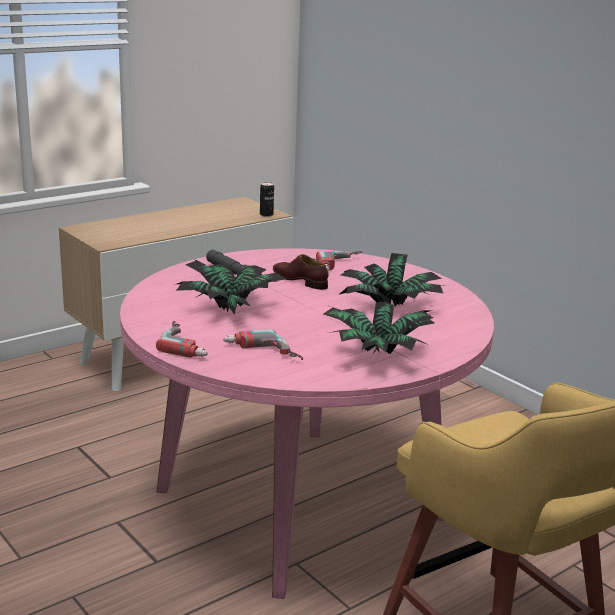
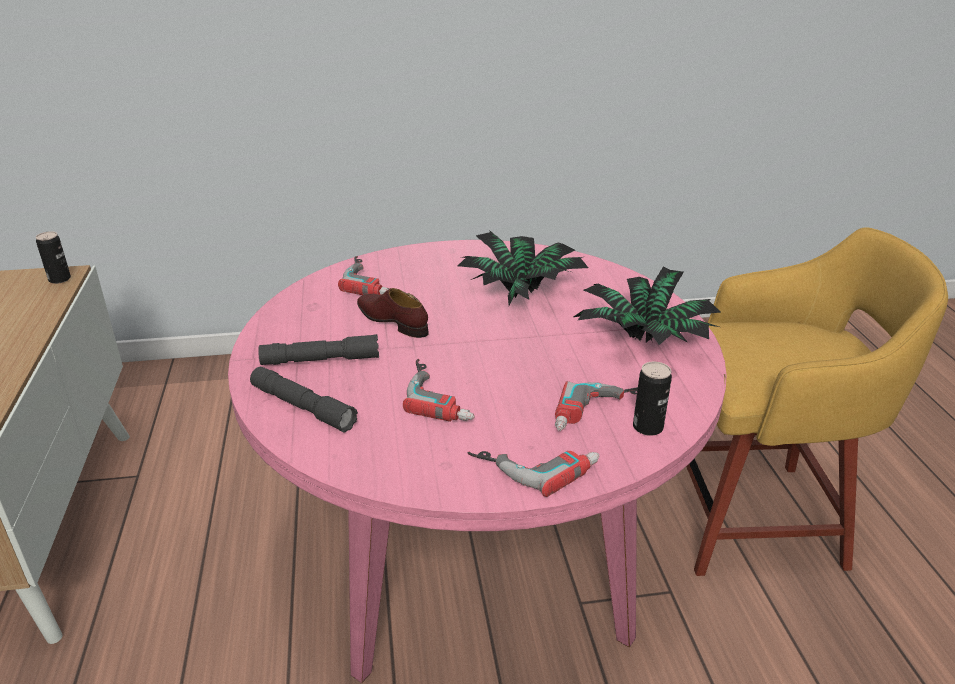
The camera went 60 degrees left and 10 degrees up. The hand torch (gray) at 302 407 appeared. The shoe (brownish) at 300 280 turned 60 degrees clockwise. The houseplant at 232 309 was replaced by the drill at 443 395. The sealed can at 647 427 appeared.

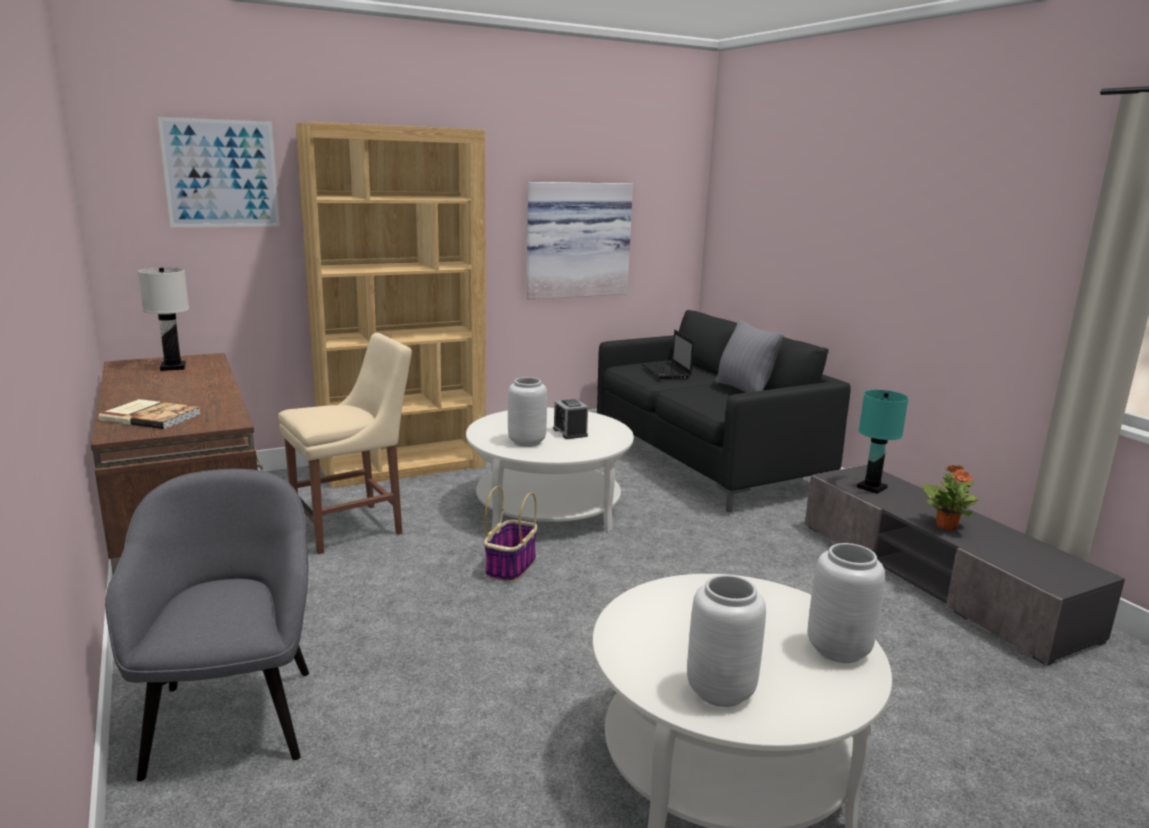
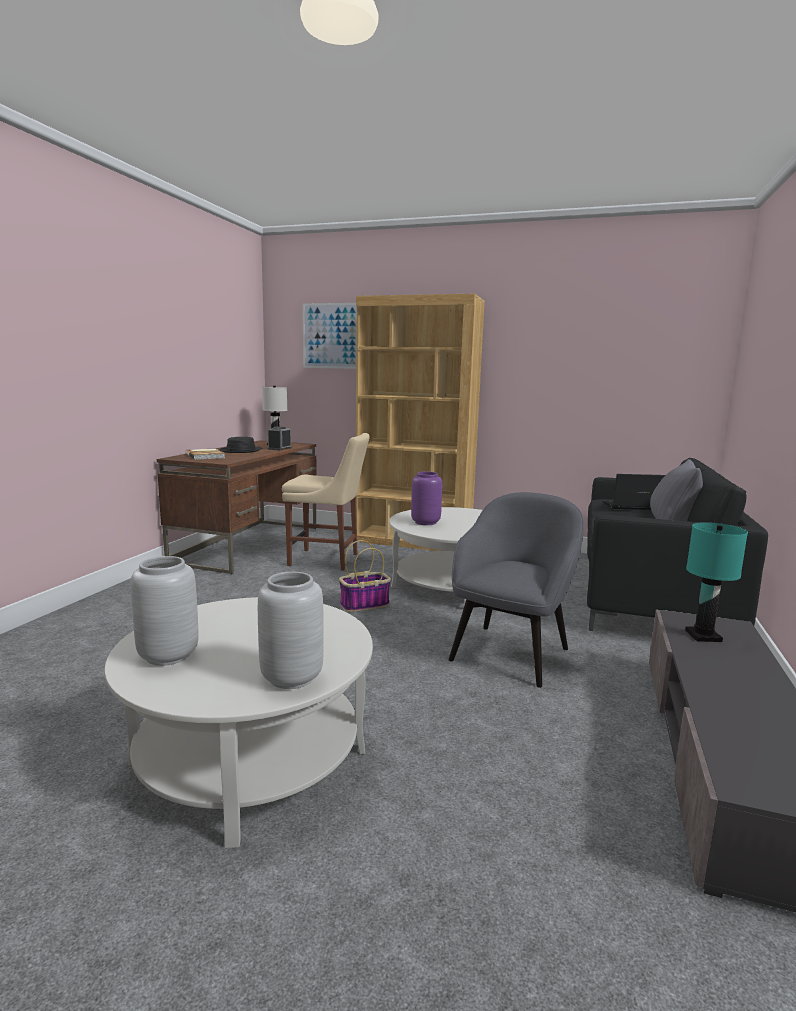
The camera went 45 degrees right and 5 degrees down. The wearable hat (blackish) at 241 450 appeared. The bedside clock moved from 570 432 to 279 448. The decorative vase (gray) at 526 442 became the decorative vase (purplish) at 425 522. The easy chair (gray) moved from 232 717 to 511 653. The portable computer at 667 372 turned 60 degrees clockwise. The wall picture at 577 240 disappeared. The houseplant at 946 526 disappeared.

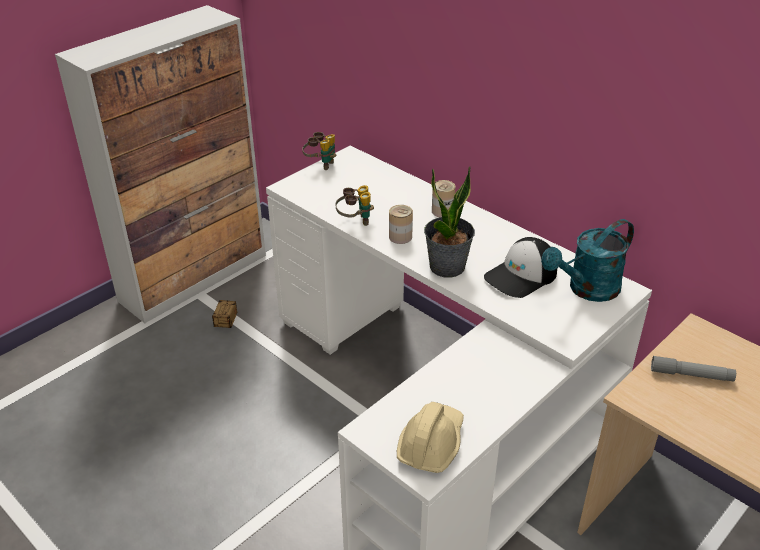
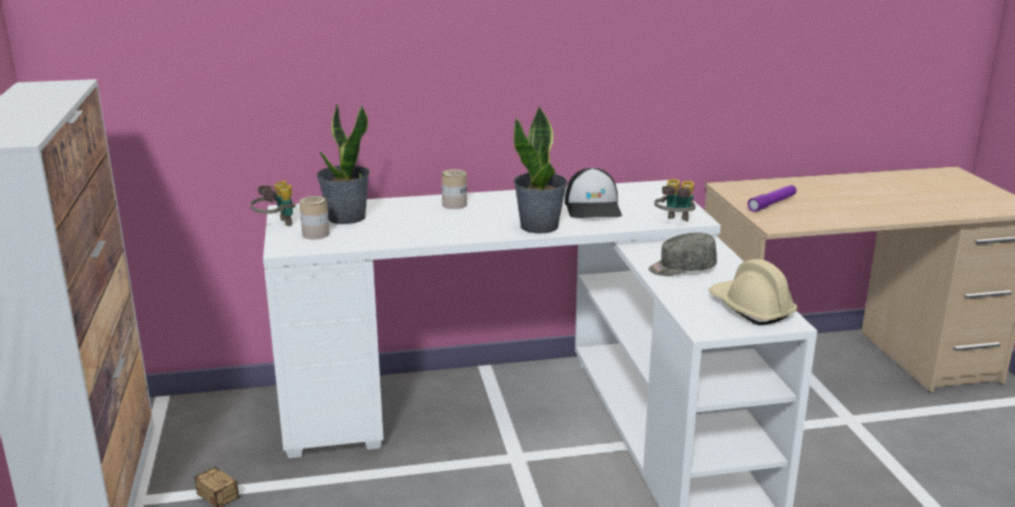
The camera went 55 degrees left and 15 degrees down. The sealed can moved from 400 237 to 315 234. The houseplant at 346 217 appeared. The cap (gray) at 681 268 appeared. The pair of binoculars moved from 355 221 to 675 223. The hand torch (gray) at 691 375 became the hand torch (purplish) at 772 203. The sprinkling can (turquoise) at 587 290 disappeared.

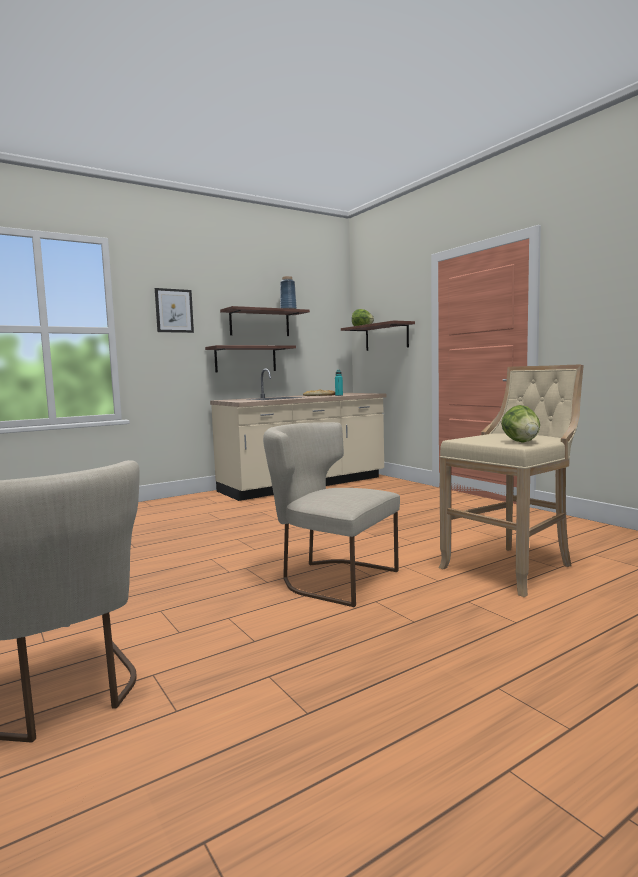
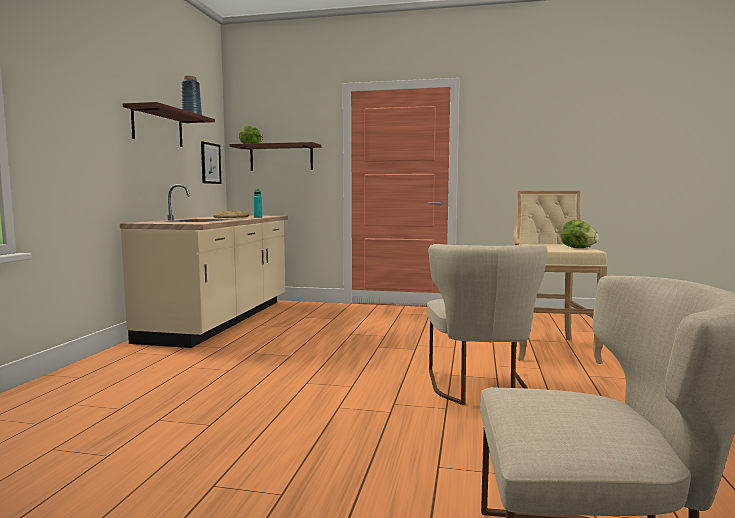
The camera went 45 degrees left and 0 degrees up. The wall picture moved from 174 310 to 210 163. The upright chair (beige-coloured) at 331 578 turned 75 degrees counterclockwise. The wall shelf at 245 359 disappeared.

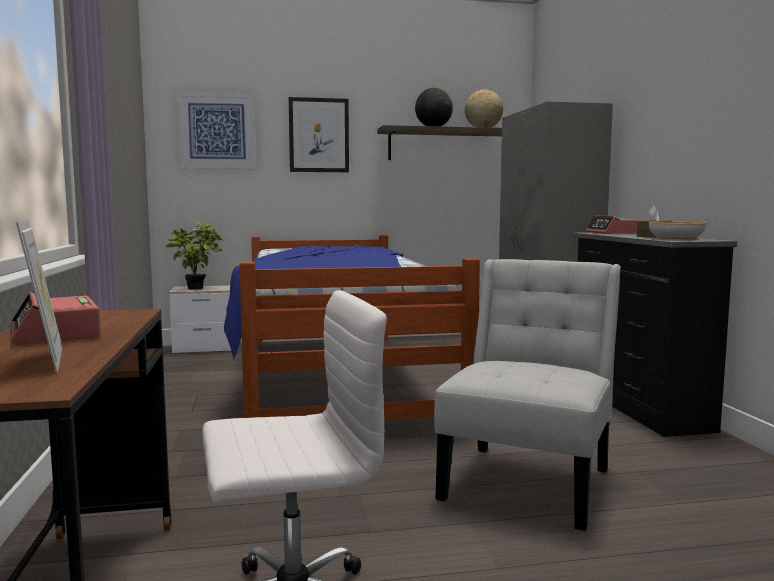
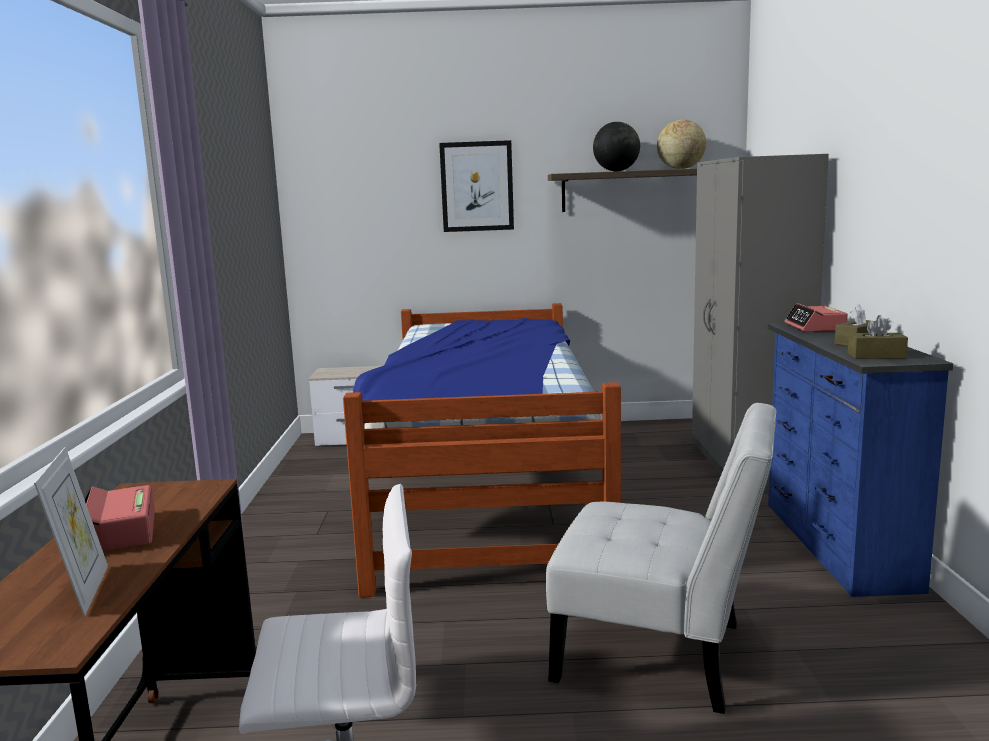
The camera went 10 degrees right and 5 degrees up. The upright chair (white) at 529 480 turned 75 degrees clockwise. The drawer chest (blackish) at 635 405 became the drawer chest (blue) at 835 544. The serving bowl at 676 239 was replaced by the box of tissues (brownish) at 876 356. The houseplant at 198 288 disappeared. The wall picture at 217 131 disappeared.

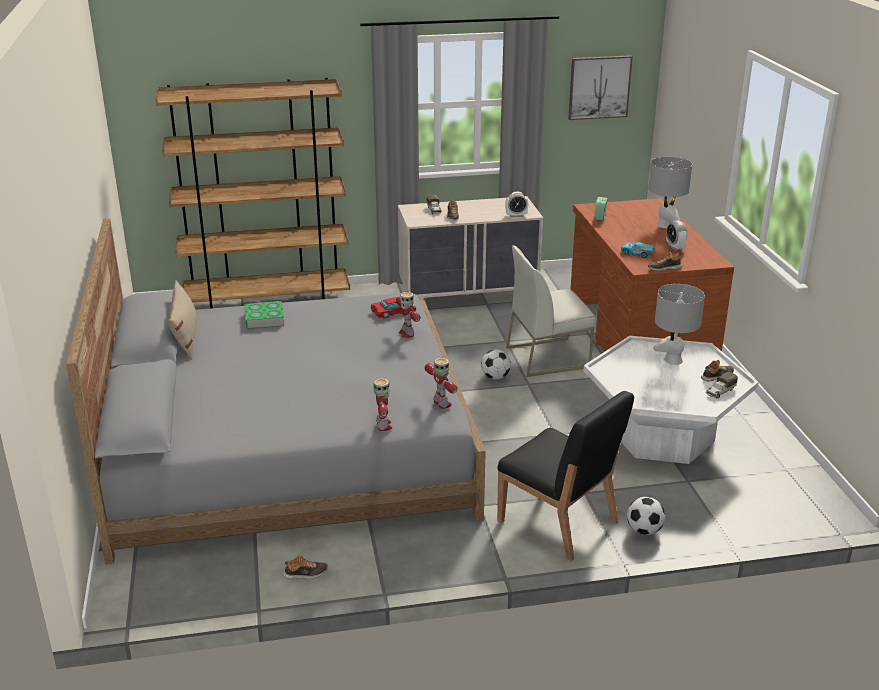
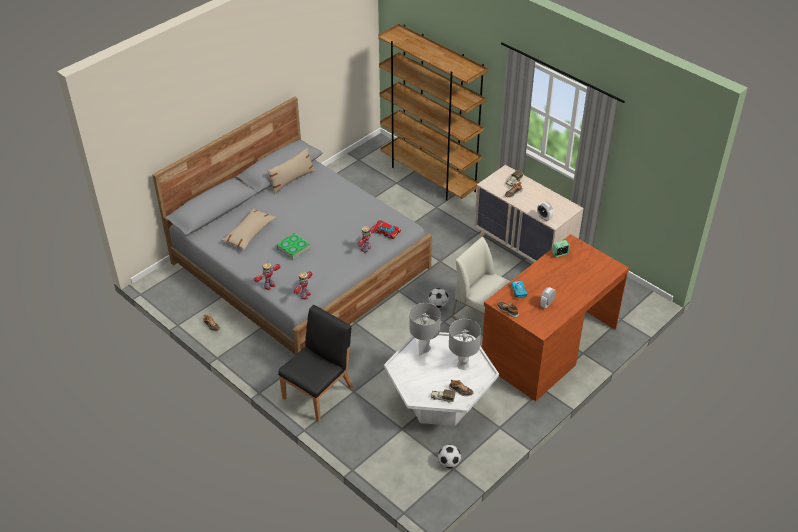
The camera went 55 degrees right and 15 degrees up. The pillow (beige-coloured) at 249 233 appeared. The book moved from 264 319 to 293 248. The upright chair (blackish) at 558 523 turned 150 degrees counterclockwise. The lamp for a table (gray) moved from 664 225 to 424 348. The football ball moved from 644 530 to 449 463. The wall picture at 599 87 disappeared.

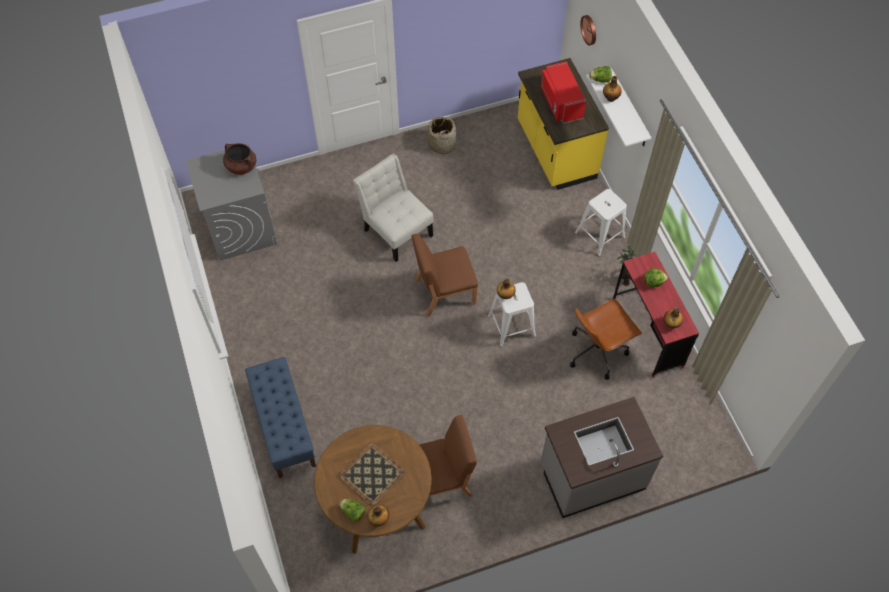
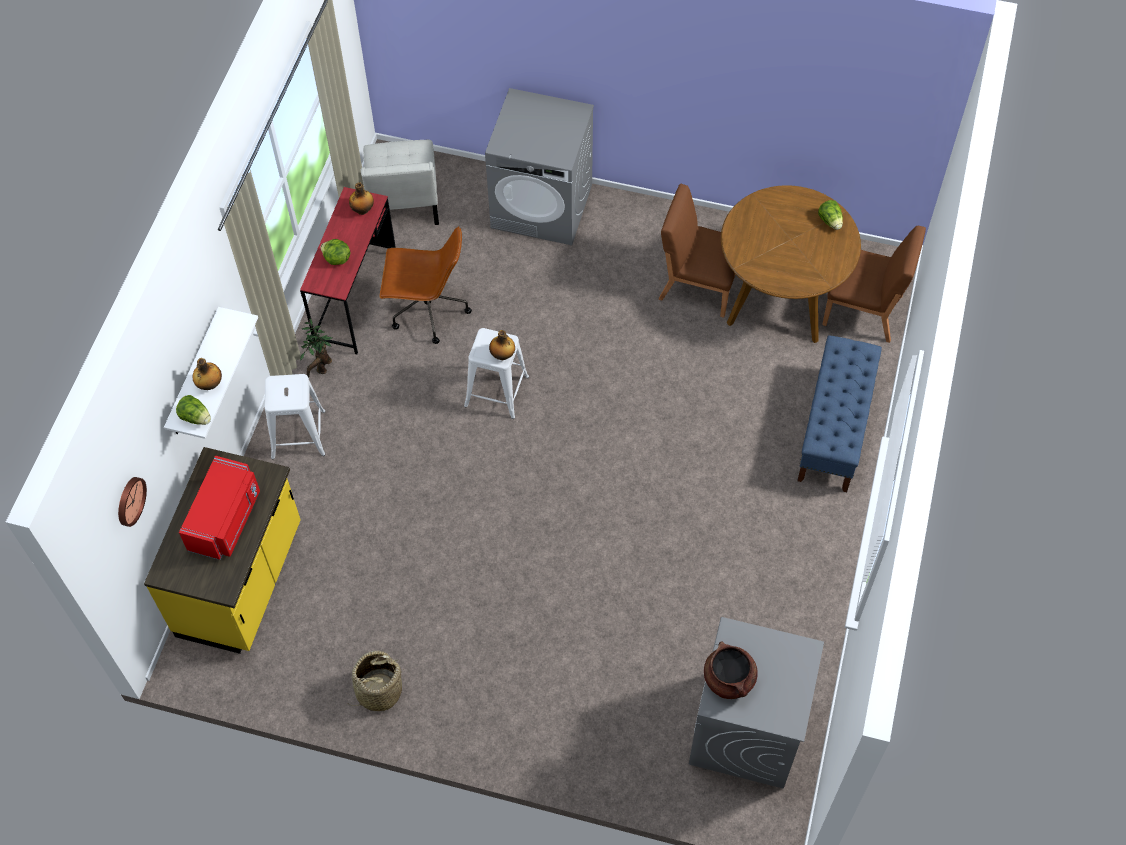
The camera went 145 degrees left and 0 degrees up. The upright chair (white) moved from 396 230 to 404 205. The kitchen base unit (gray) at 591 475 was replaced by the laundry machine (gray) at 542 206. The upright chair (brownish) moved from 444 292 to 863 310. The carrying tray at 371 475 disappeared. The bottle at 378 519 disappeared.

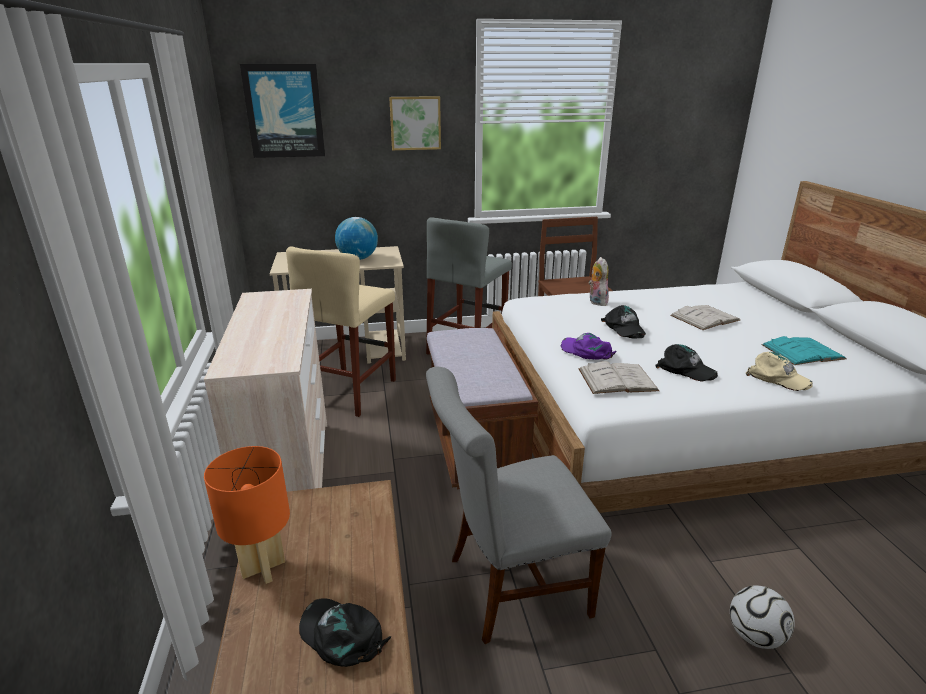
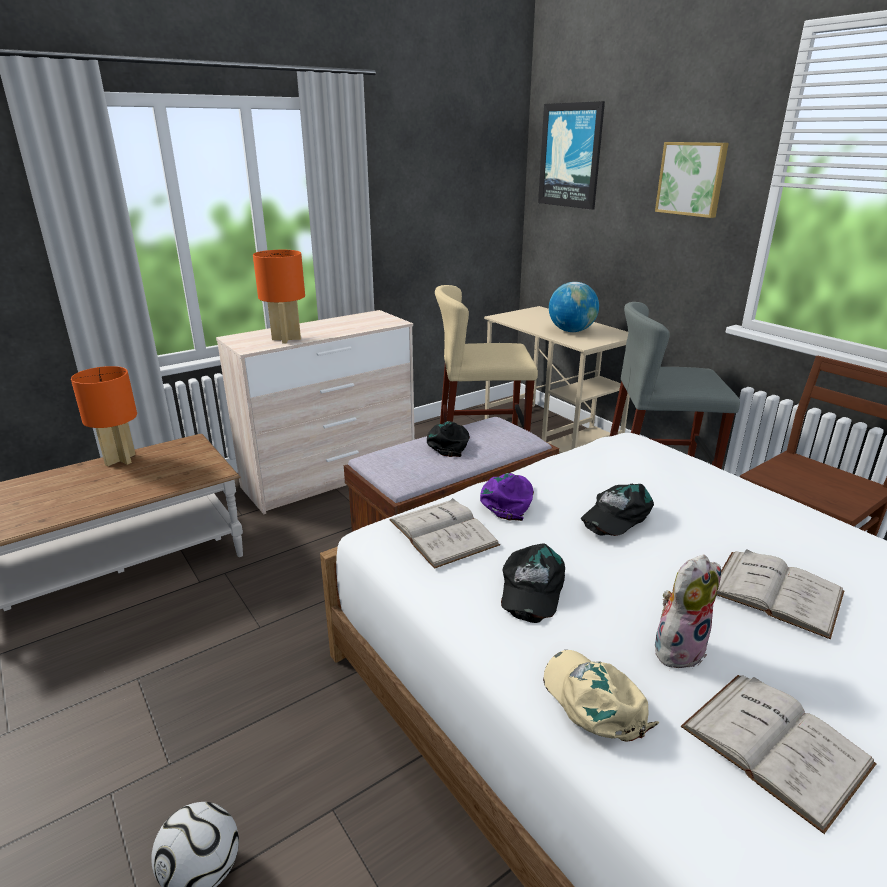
The camera went 65 degrees right and 0 degrees up. The lamp for a table (orangey) at 285 339 appeared. The cap (blackish) moved from 341 635 to 449 443. The cap (beige-coloured) at 777 378 turned 135 degrees clockwise. The cuddly toy moved from 596 302 to 678 648. The book (turquoise) at 802 352 became the book (white) at 775 745. The upright chair (gray) at 509 587 disappeared.

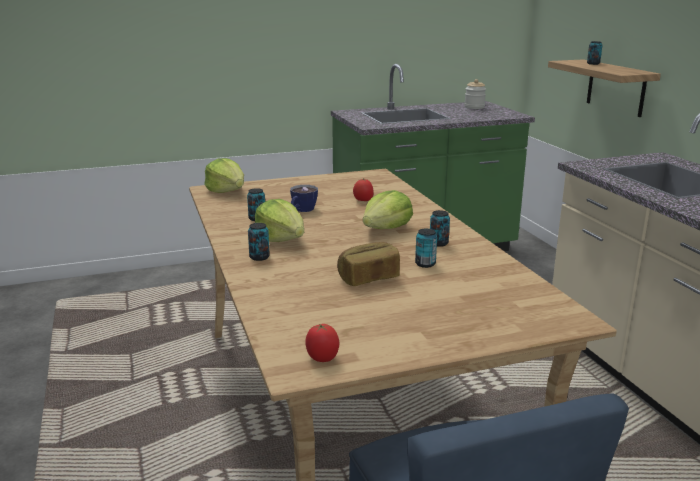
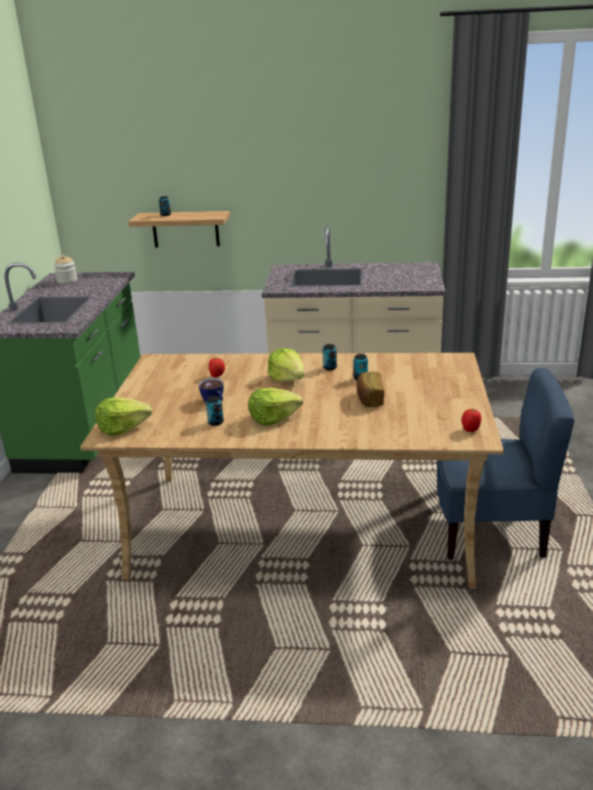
The camera went 65 degrees left and 5 degrees up. The sealed can at 259 257 disappeared.

